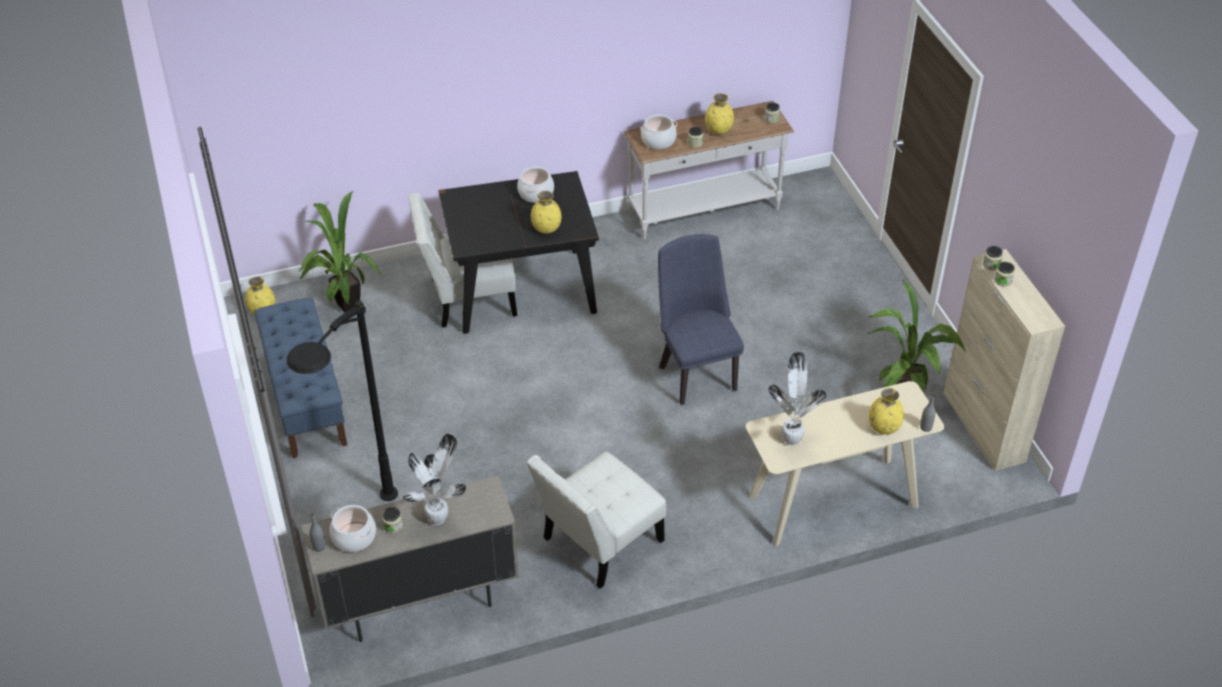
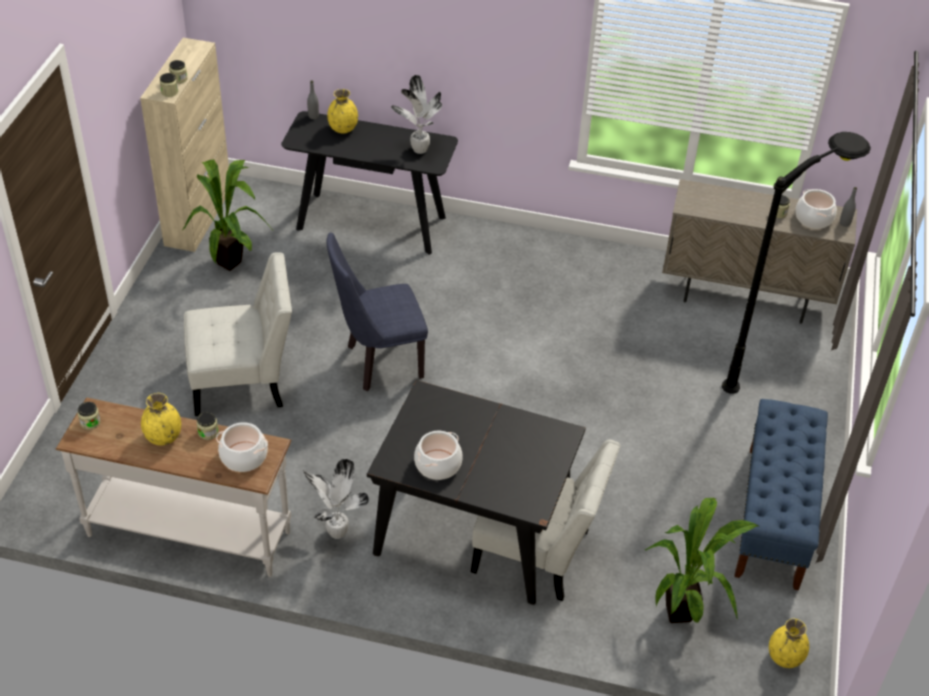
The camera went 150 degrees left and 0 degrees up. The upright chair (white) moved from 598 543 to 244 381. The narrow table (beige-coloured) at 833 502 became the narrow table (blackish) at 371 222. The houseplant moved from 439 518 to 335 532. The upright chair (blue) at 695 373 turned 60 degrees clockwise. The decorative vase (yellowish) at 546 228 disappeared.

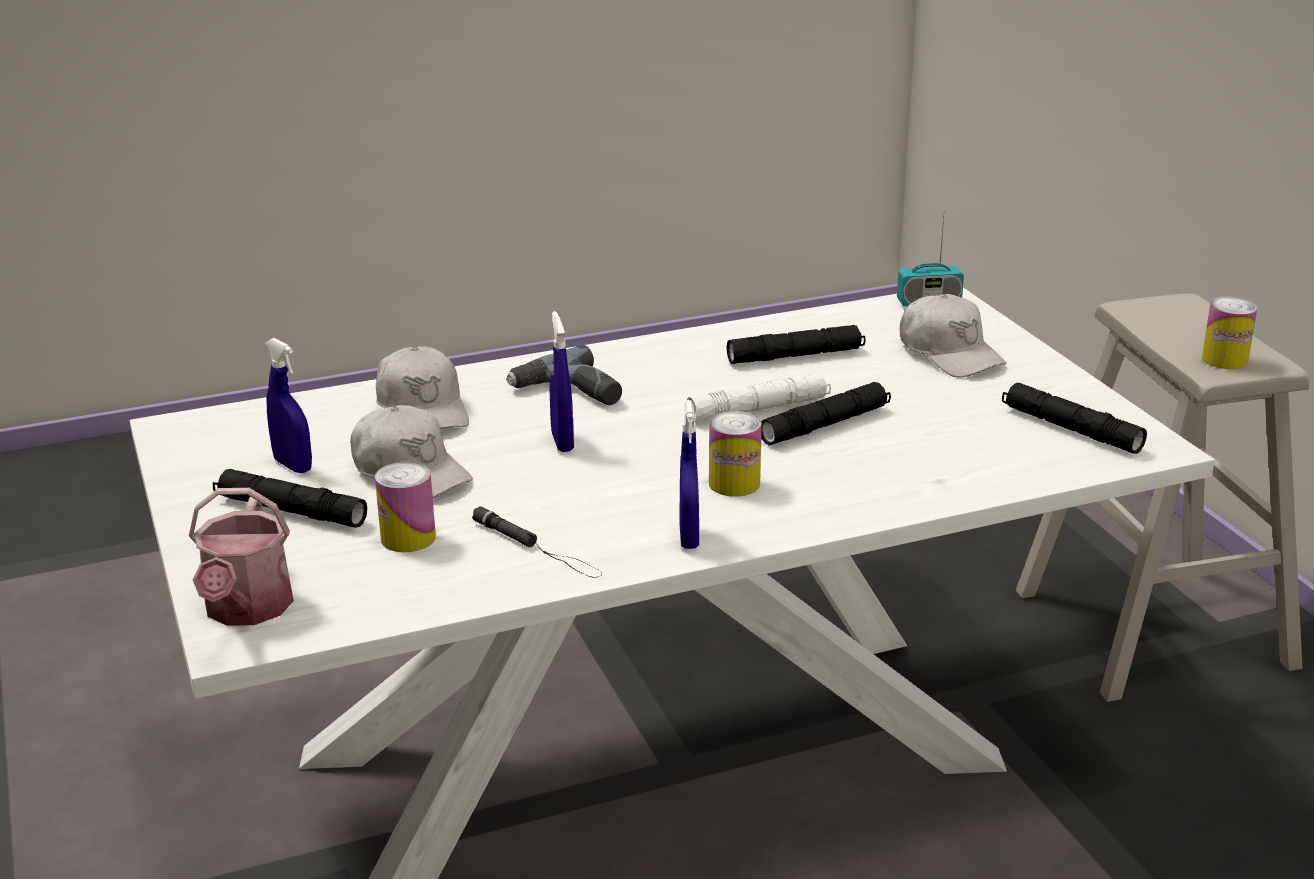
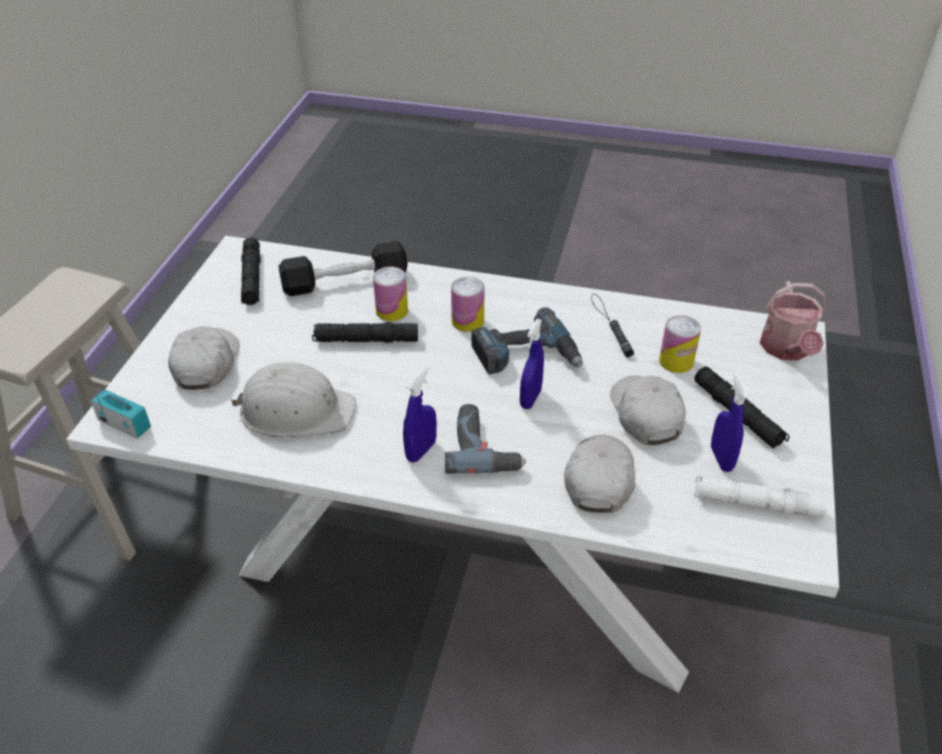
The camera went 145 degrees left and 15 degrees up. The hand torch (blackish) at 795 356 was replaced by the safety helmet (white) at 296 410. The free weight (blackish) at 345 281 appeared. The sealed can moved from 1224 359 to 392 311. The sprayer (blue) moved from 689 537 to 421 451. The drill at 526 355 appeared. The hand torch (white) moved from 758 409 to 756 504. The sprinkling can at 246 610 turned 150 degrees clockwise.

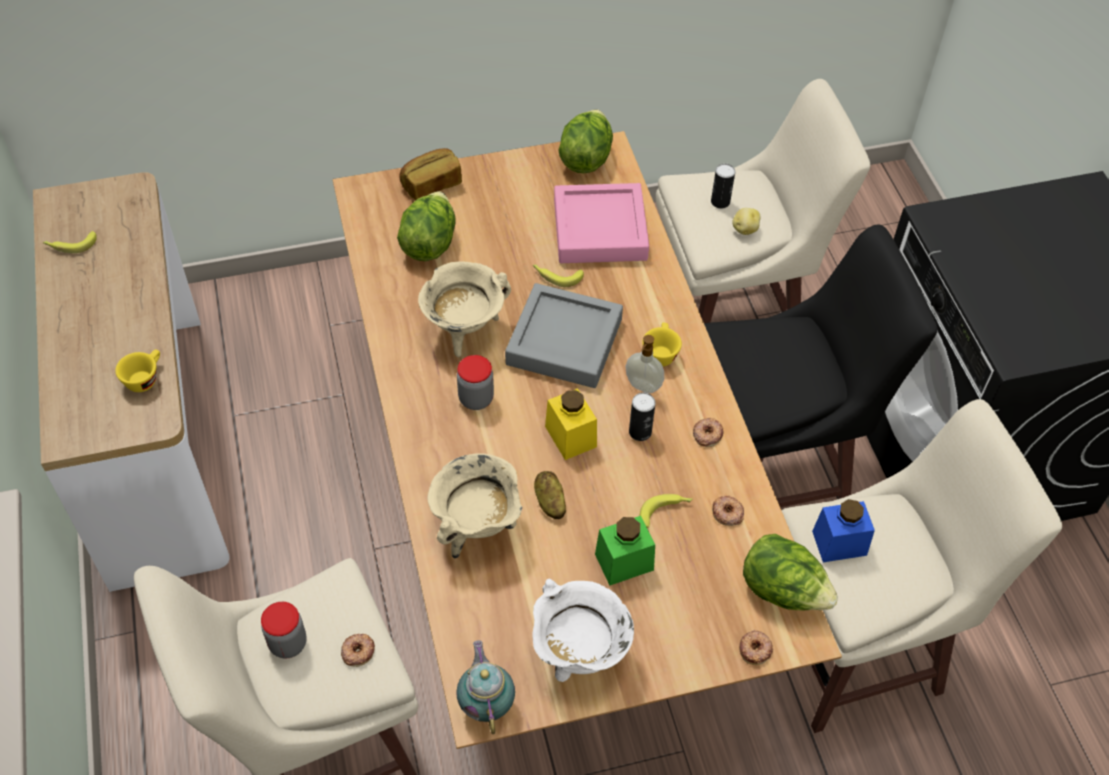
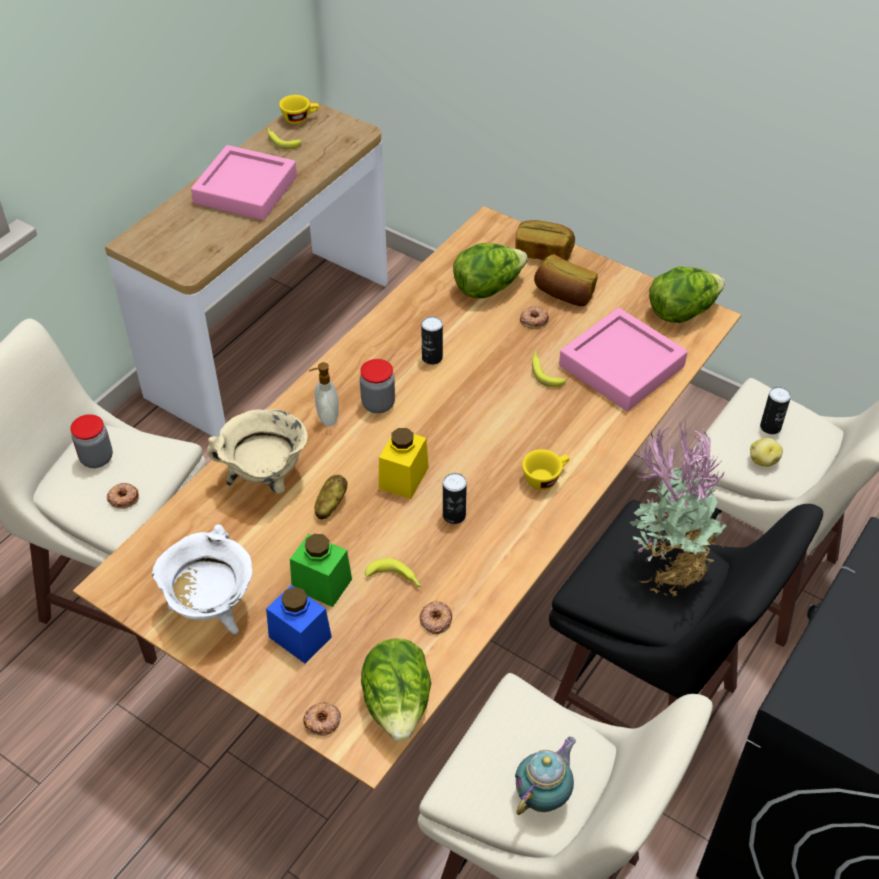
The camera went 50 degrees right and 5 degrees down. The carrying tray (pinkish) at 245 189 appeared. The storage jar (blue) moved from 839 543 to 300 637. The drinking cup (yellowish) moved from 144 378 to 300 118. The soap dispenser moved from 642 386 to 327 418. The cooking pot (beige-coloured) at 464 330 was replaced by the sealed can at 432 357. The tea pot moved from 486 703 to 544 795. The doughnut moved from 707 434 to 534 319. The bakery bread at 564 294 appeared. The houseplant at 667 566 appeared. The carrying tray (gray) at 564 342 disappeared.

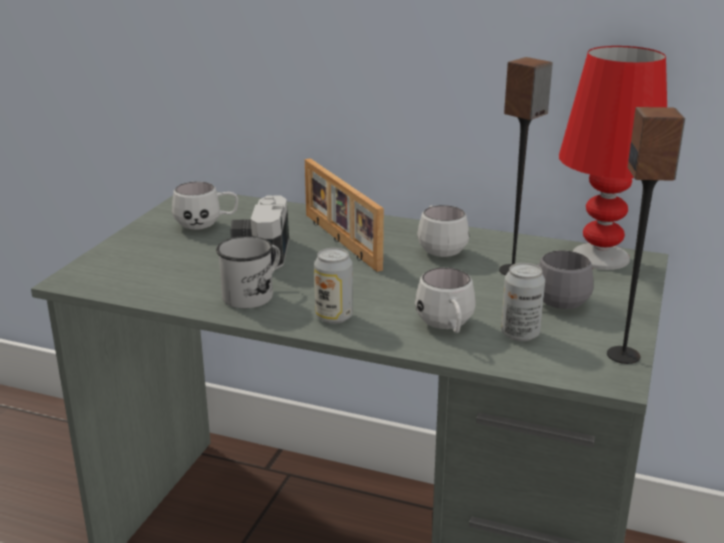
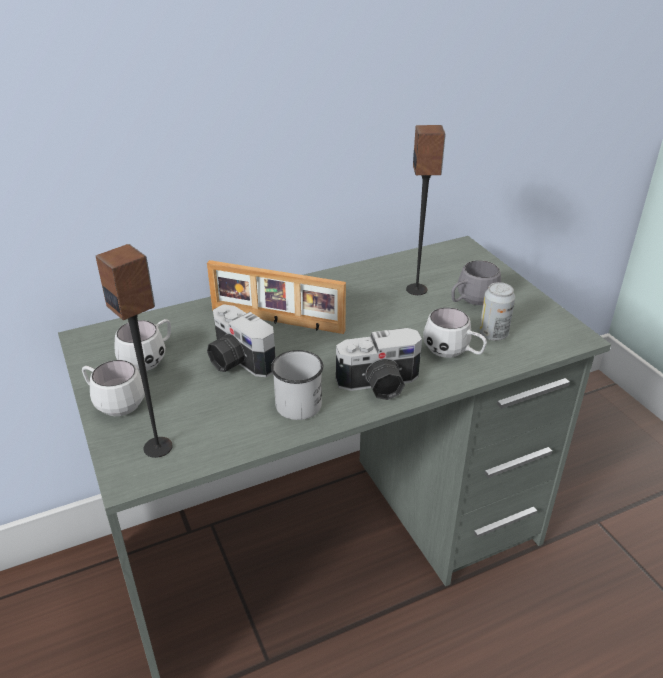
The camera went 45 degrees left and 10 degrees up. The tea mug (white) moved from 439 248 to 114 403. The speaker moved from 624 355 to 158 447. The sealed can at 334 317 was replaced by the photo camera at 380 385. The lamp for a table (reddish) at 600 257 disappeared.

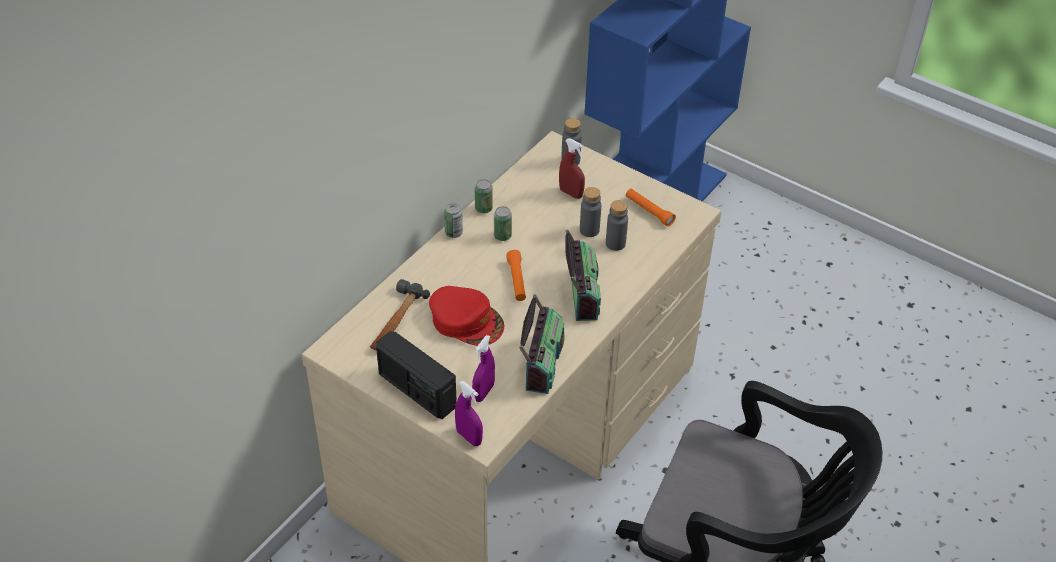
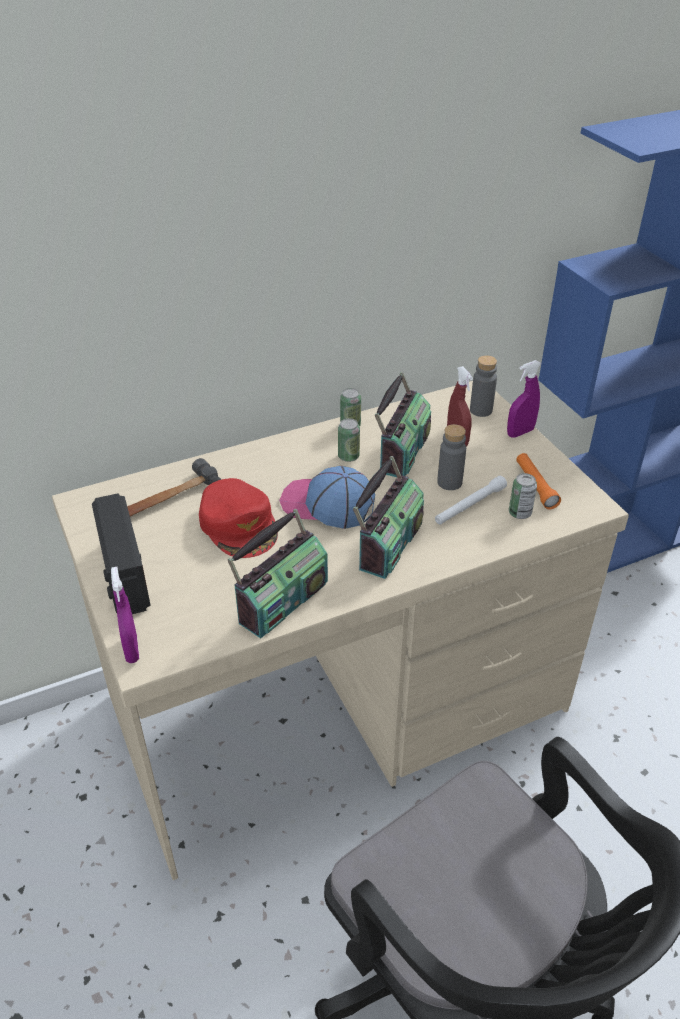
The camera went 30 degrees right and 5 degrees down. The hand torch (orangey) at 517 280 was replaced by the cap at 327 504. The radio set at 402 451 appeared. The bottle (gray) at 615 243 was replaced by the hand torch (white) at 470 506. The sprayer (purplish) moved from 483 392 to 520 432. The sealed can moved from 453 233 to 519 513.

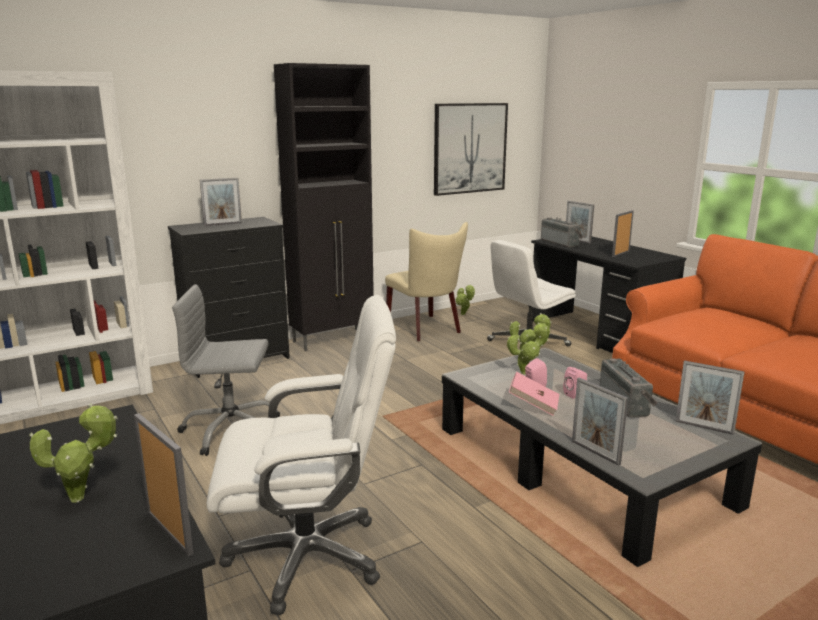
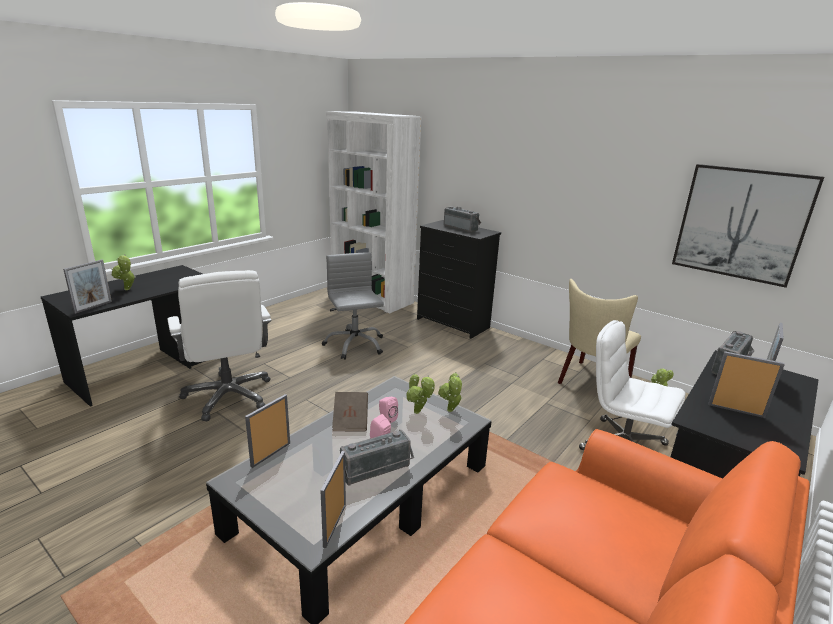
The camera went 70 degrees right and 5 degrees up. The book (pinkish) at 533 405 became the book (brownish) at 350 420. The photo frame at 223 224 was replaced by the radio set at 461 228. The cupboard (blackish) at 333 339 disappeared.

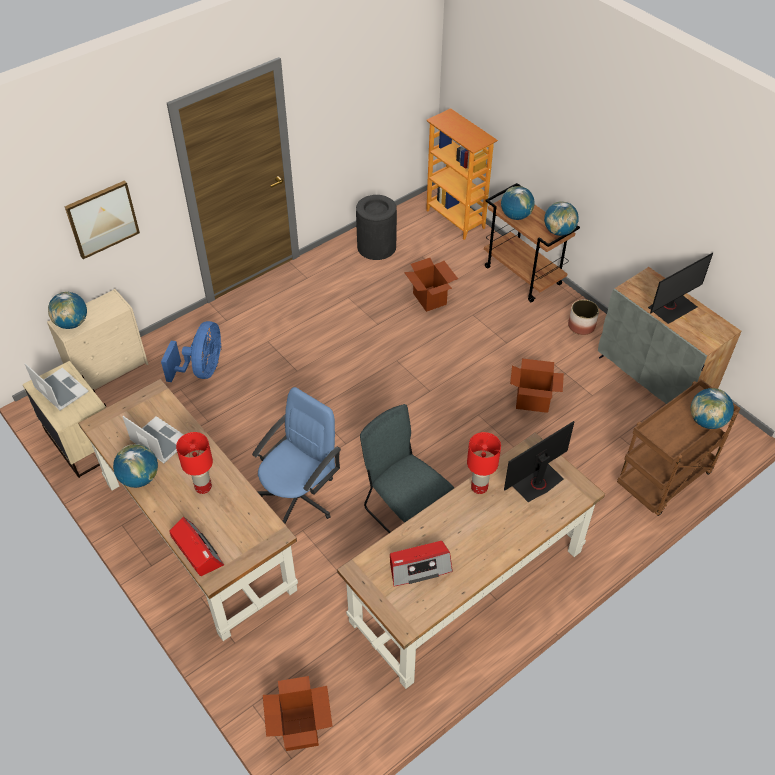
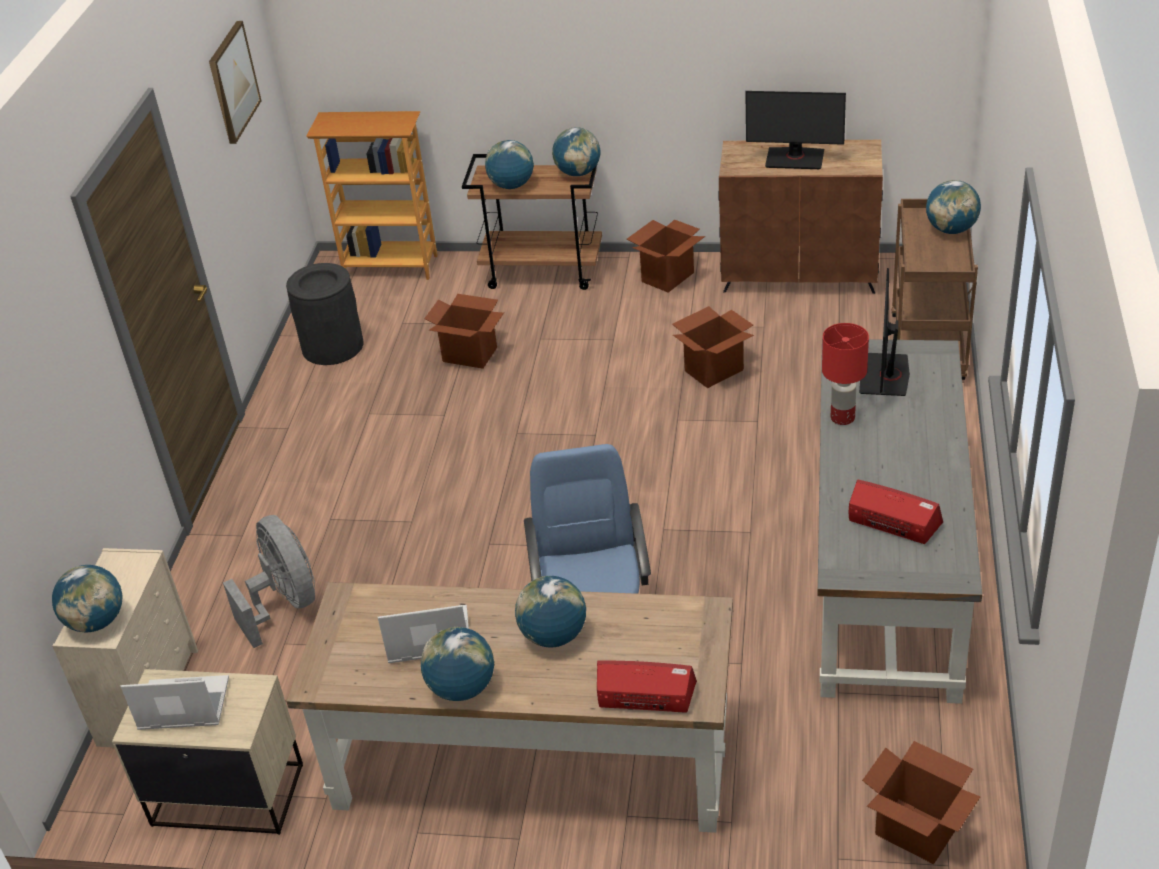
The camera went 40 degrees left and 10 degrees down. The wall picture moved from 102 219 to 233 82. The fan (blue) at 202 369 became the fan (gray) at 284 604. The lamp for a table (reddish) at 203 486 was replaced by the desk globe at 554 636. The plant pot at 581 326 was replaced by the packing box at 668 277. The cupboard (gray) at 654 379 became the cupboard (brownish) at 800 275. The computer screen at 671 307 turned 90 degrees clockwise. The desk (brownish) at 467 587 became the desk (gray) at 887 570. The radio set at 419 567 turned 90 degrees counterclockwise. The upright chair (gray) at 405 512 disappeared.

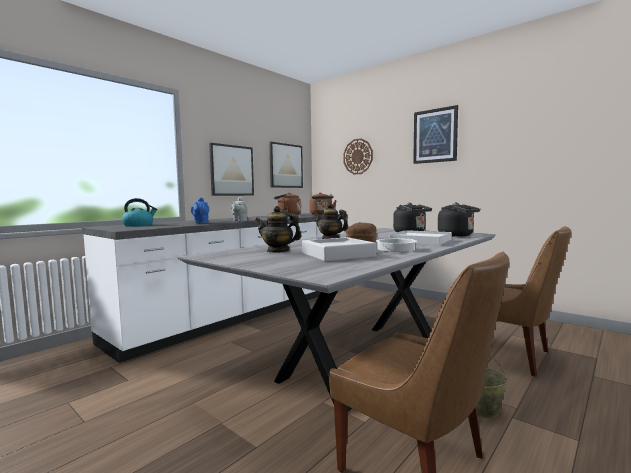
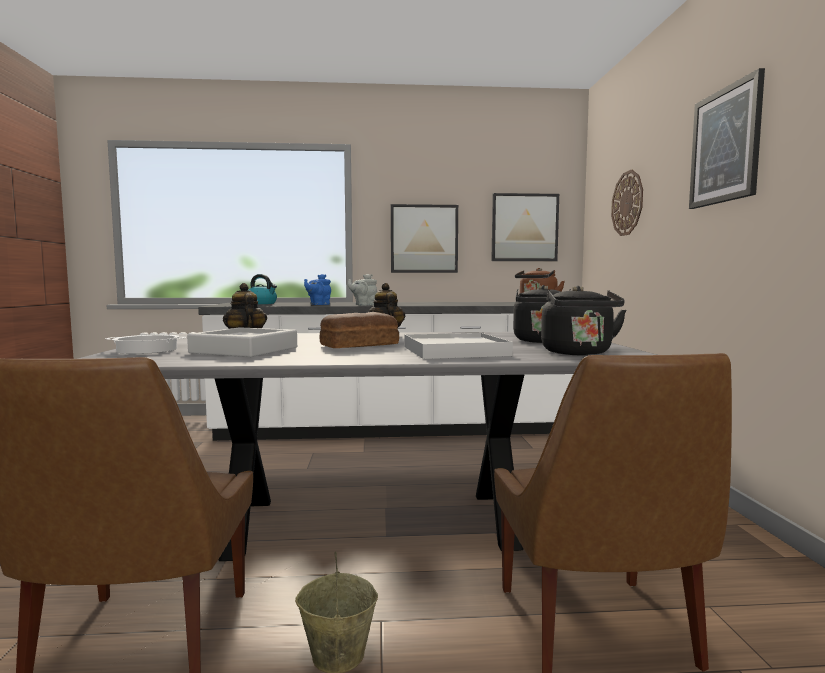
The camera went 45 degrees right and 0 degrees up. The cooking pot moved from 395 249 to 148 350. The kettle (brownish) at 287 215 disappeared.

